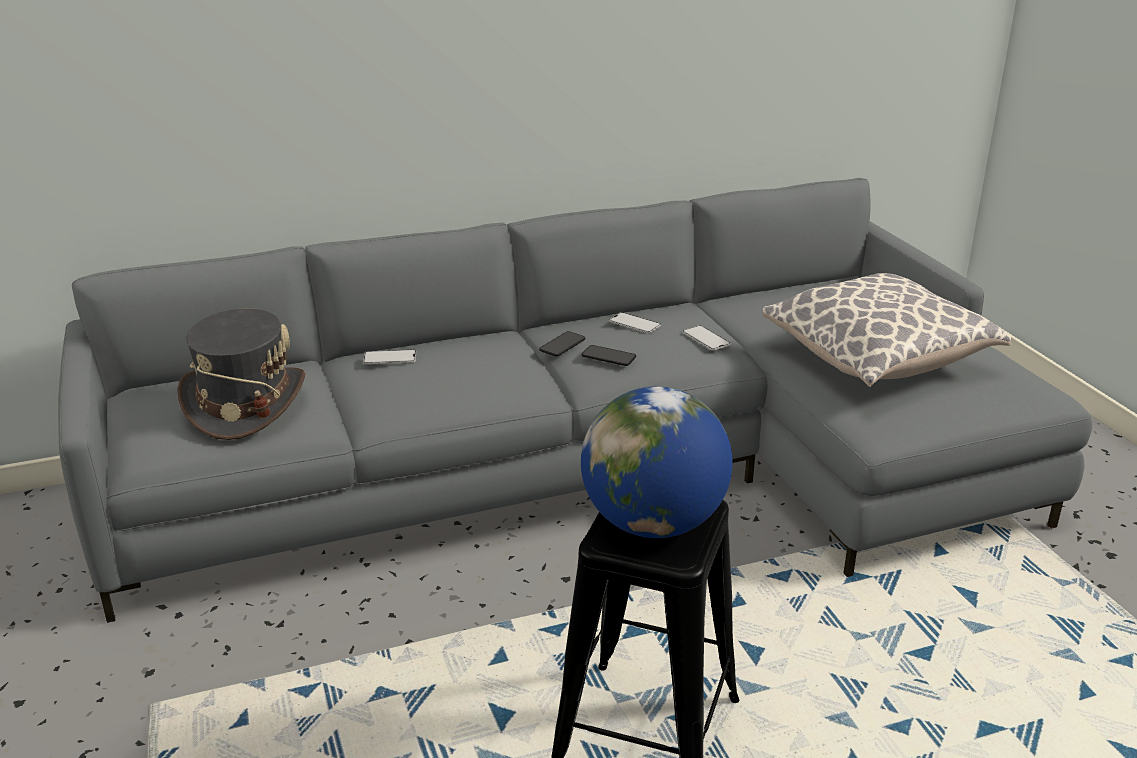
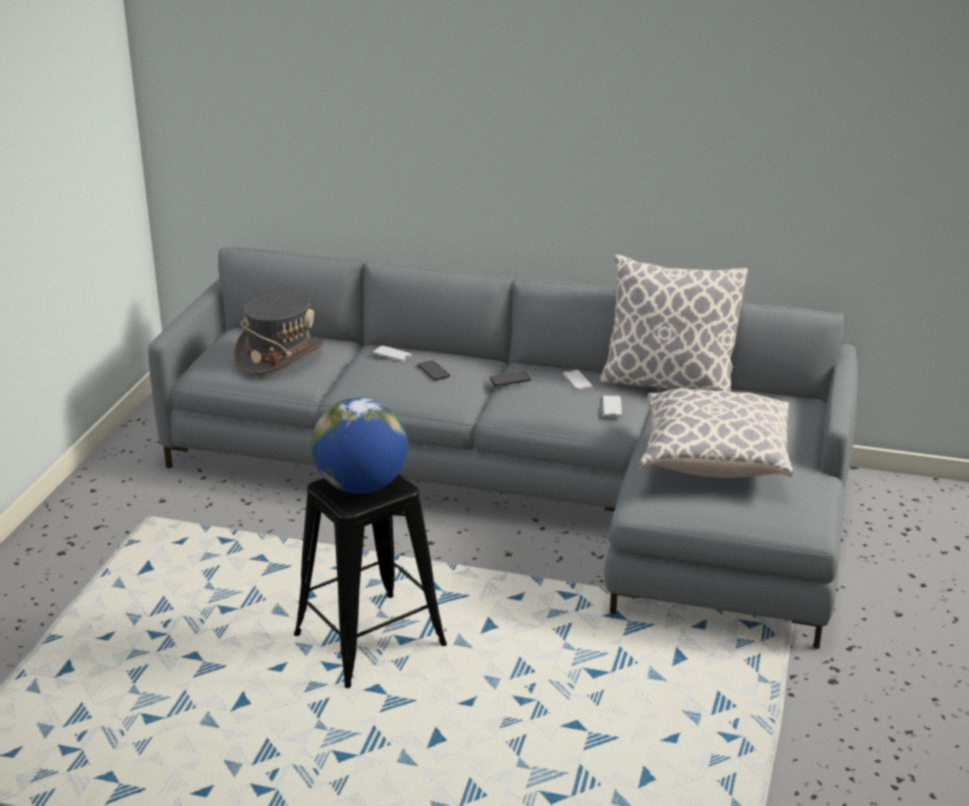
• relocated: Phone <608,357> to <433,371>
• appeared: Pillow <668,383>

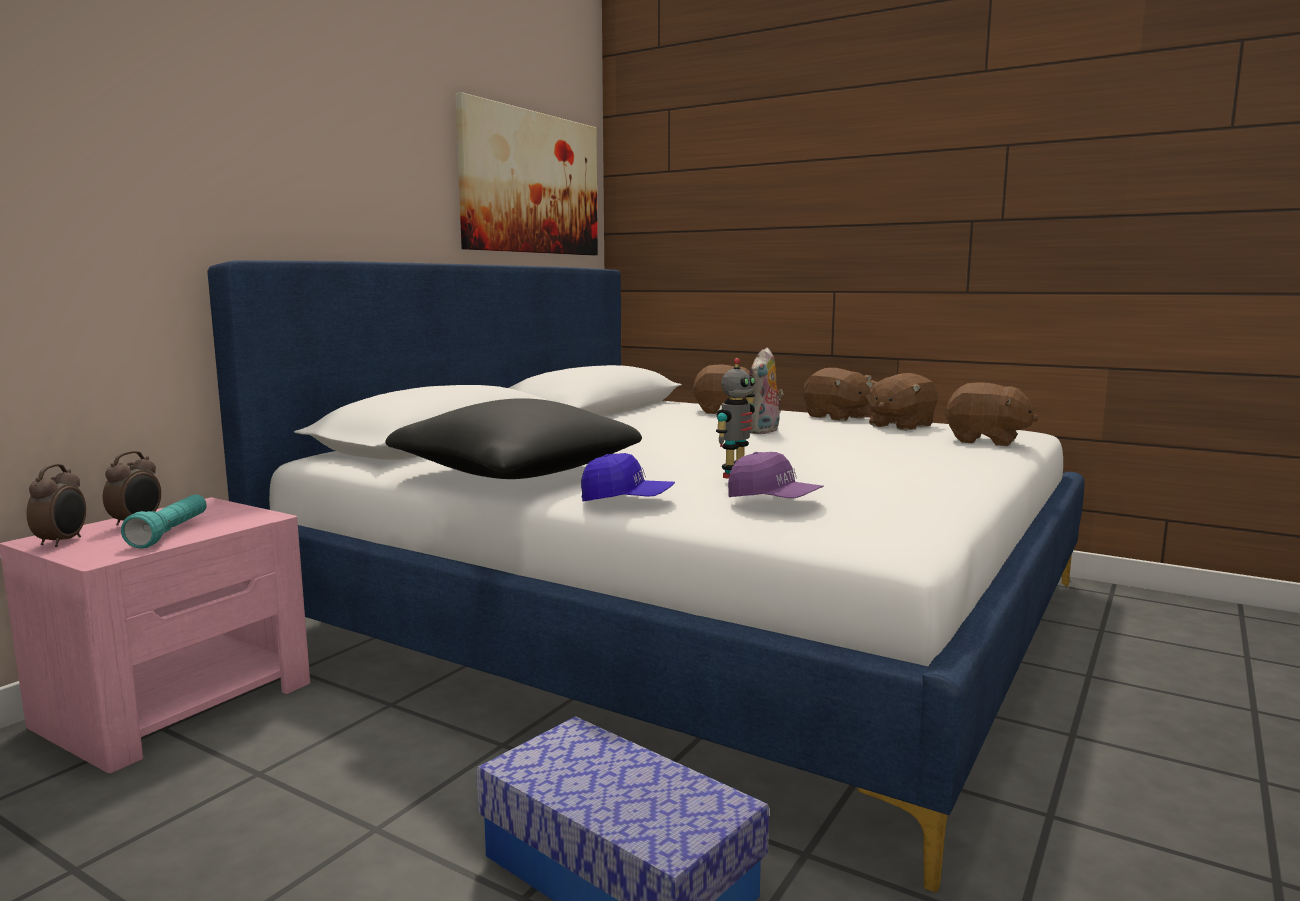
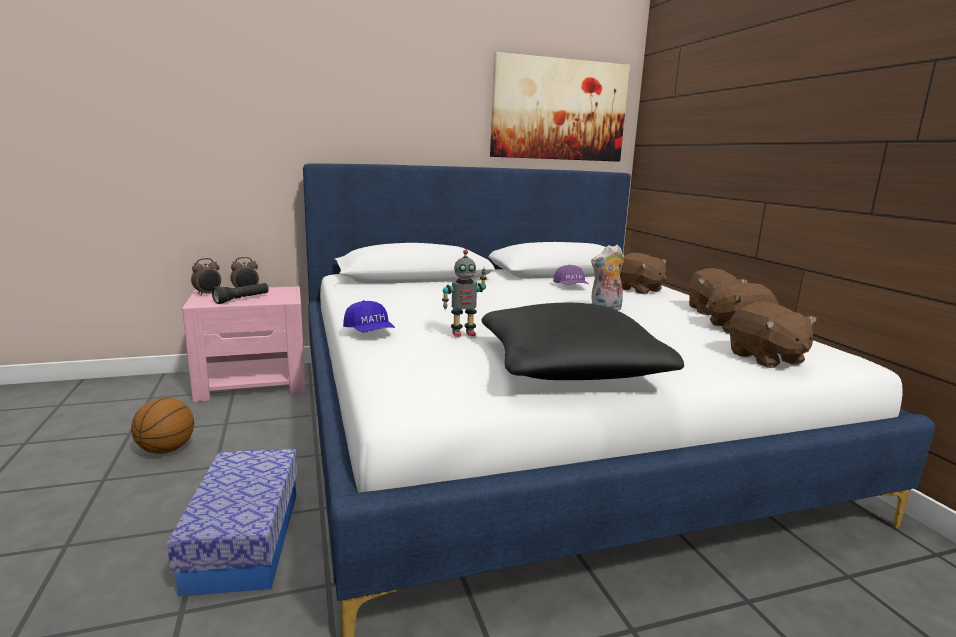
• appeared: Basketball <166,450>
• colour: TurquoiseFlashlight <170,533> to BlackFlashlight <242,299>
• relocated: BlackPillow <516,473> to <569,368>
• relocated: PurpleCap <773,501> to <571,287>

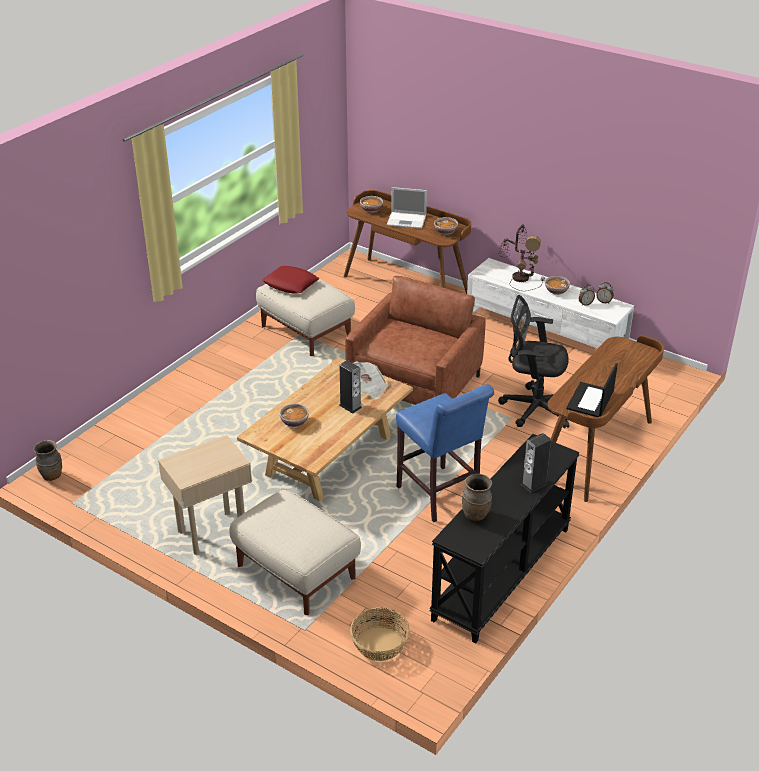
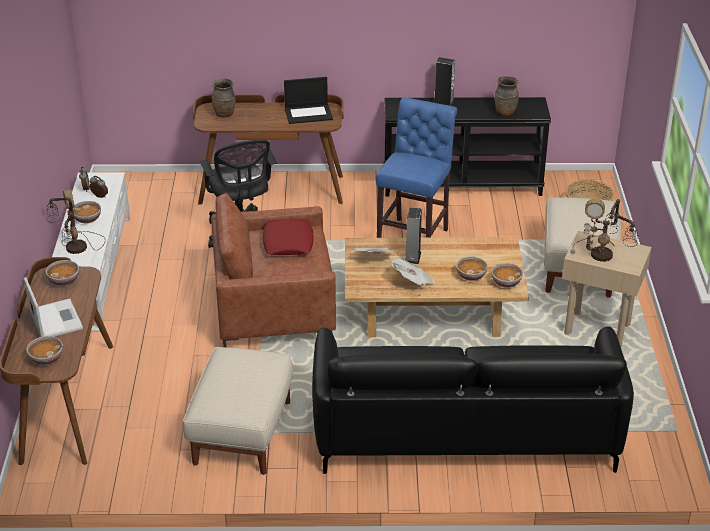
• relocated: BrownVase <51,476> to <224,114>
• relocated: RedPillow <290,284> to <288,242>
• appeared: BlackSofa <465,431>
• appeared: Newspaper <413,282>
• appeared: Bowl <505,282>
• appeared: TableLamp <602,256>

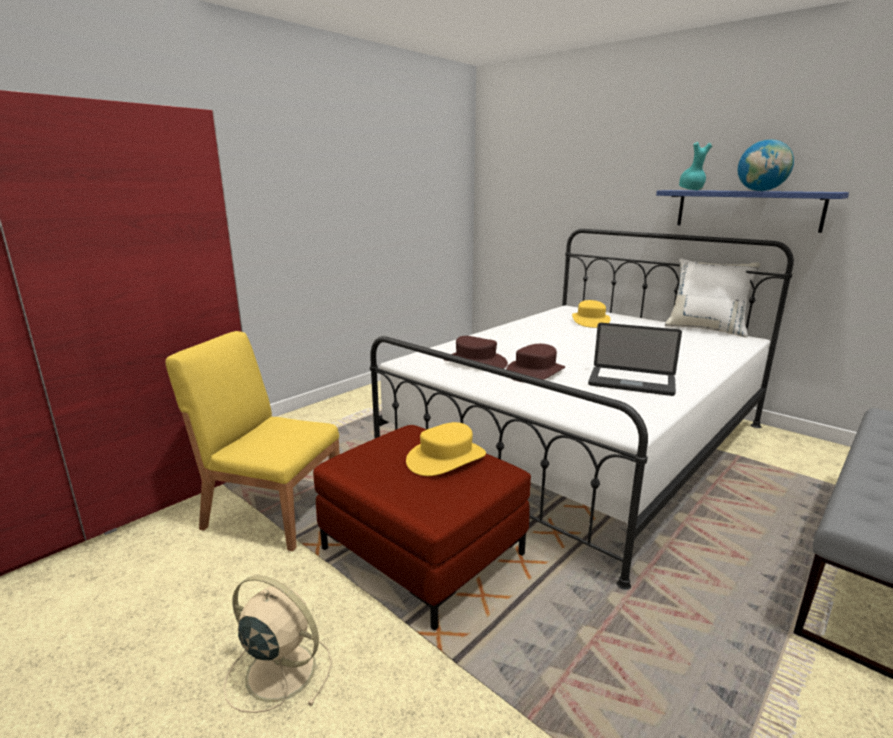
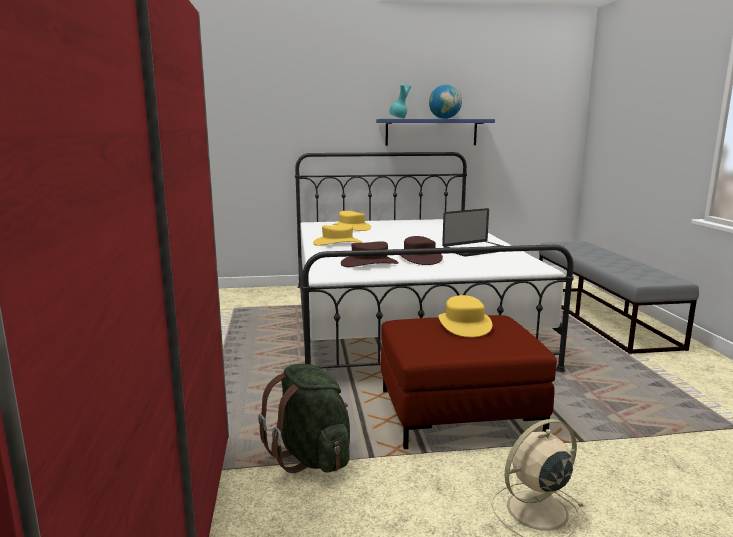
• exchanged: YellowChair <272,512> to GreenBackpack <311,456>
• appeared: YellowHat <337,243>
• missing: WhitePillow <706,329>

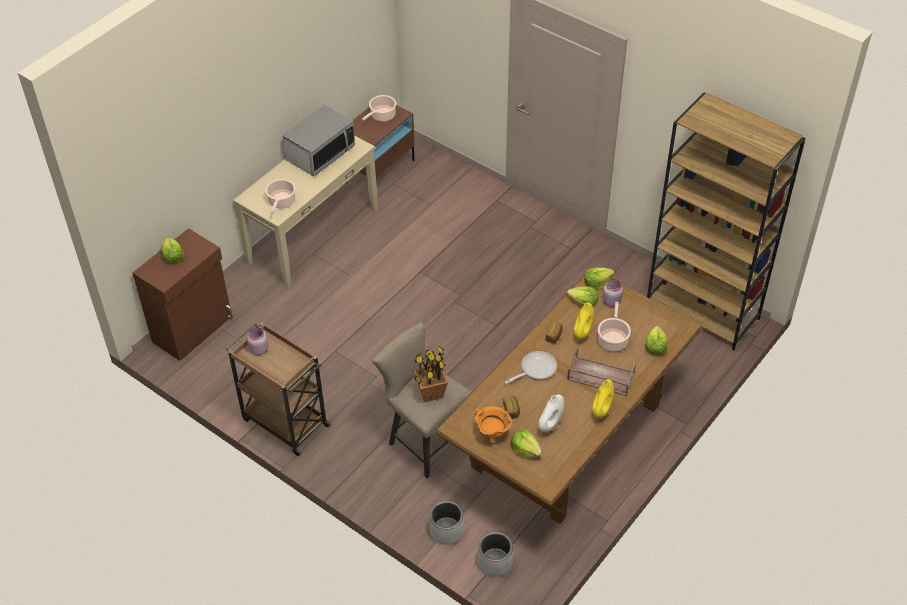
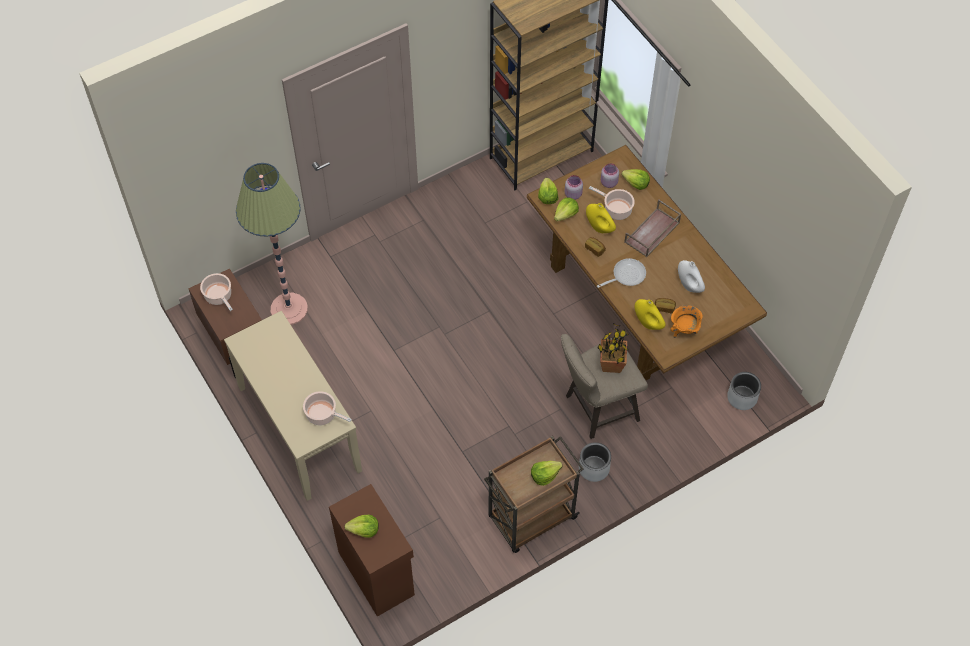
• appeared: FloorLamp <289,309>
• relocated: Lettuce <525,449> to <544,475>
• relocated: GreyPlanter <446,531> to <594,468>
• spun: FryingPan <535,369> = <626,275> 75 degrees clockwise
• relocated: PinkJar <259,349> to <608,182>
• relocated: YellowVase <602,410> to <648,323>
• missing: Microwave <320,153>

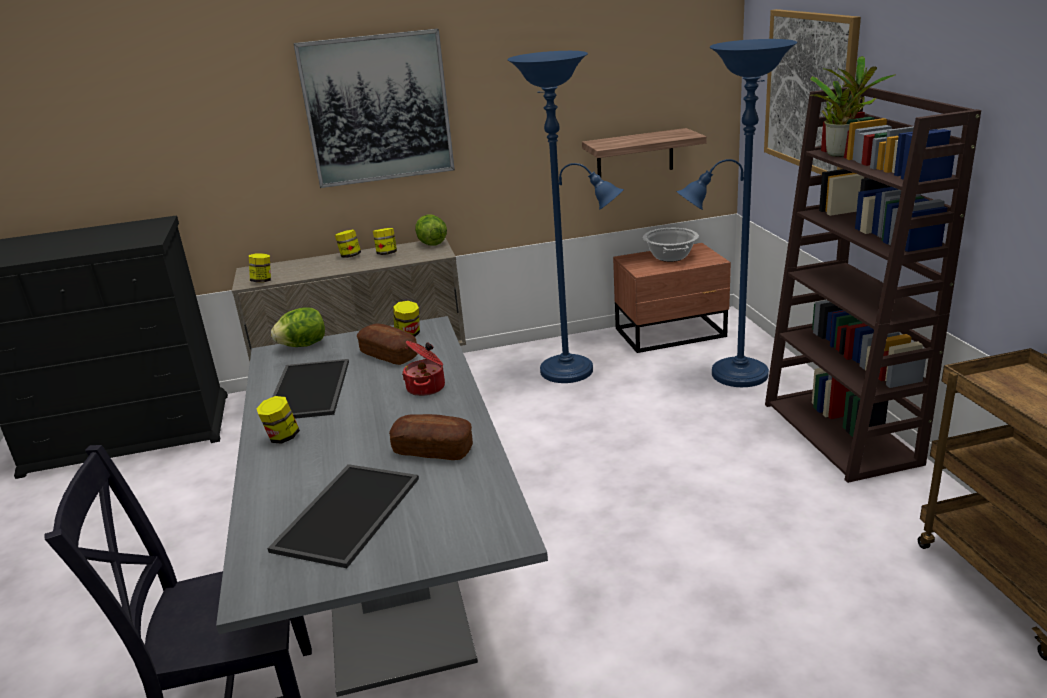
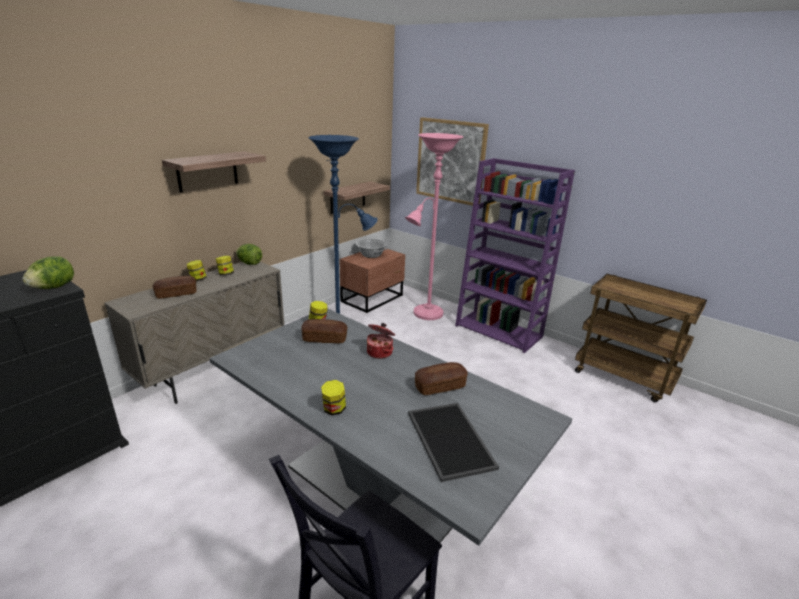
• relocated: Lettuce <303,345> to <53,287>
• appeared: Bread <176,294>
• exchanged: Picture <377,109> to Shelf <207,171>
• colour: BlueFloorLamp <732,375> to PinkFloorLamp <425,314>
• colour: BrownBookcase <842,433> to PurpleBookcase <499,331>
• missing: Jar <262,281>
• missing: Tray <310,390>
• missing: PottedPlant <841,153>

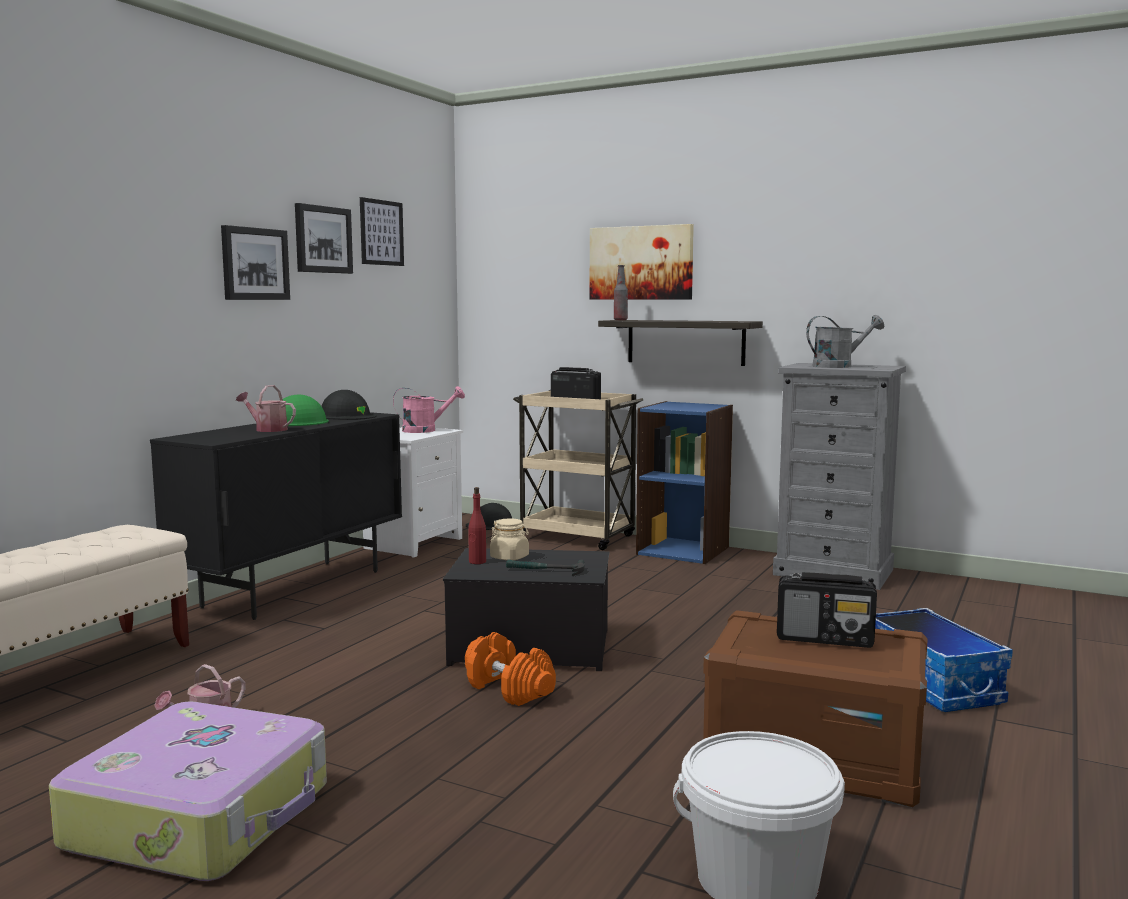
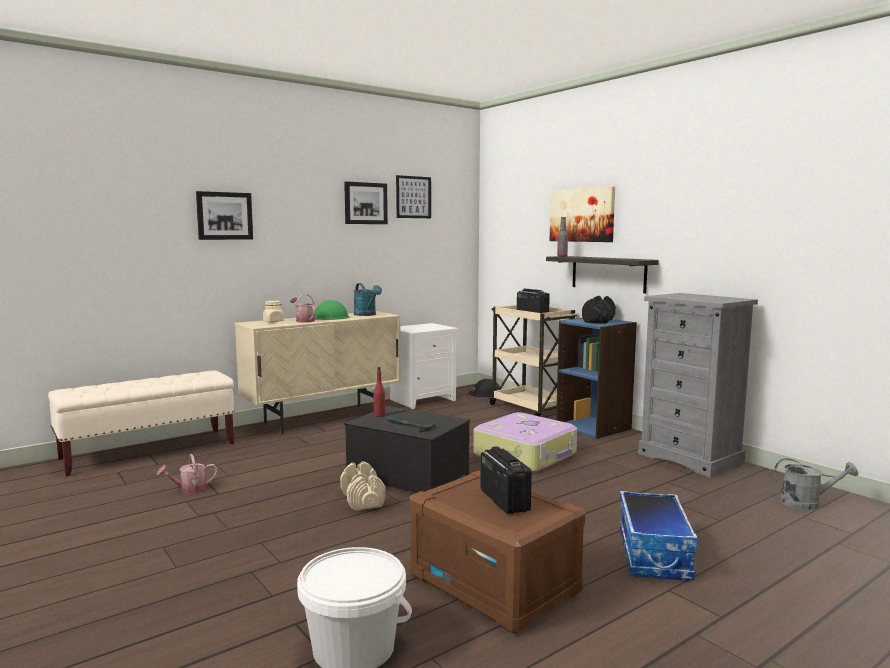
• relocated: Picture <254,264> to <224,216>
• colour: BlackCabinet <294,588> to BeigeCabinet <324,419>
• relocated: BeigeJar <509,557> to <273,321>
• colour: OrangeDumbbell <508,689> to BeigeDumbbell <362,499>
• exchanged: BlackHardHat <346,416> to TurquoiseWateringCan <367,315>
• relocated: Suitcase <203,816> to <526,454>
• spun: Radio <825,639> = <504,500> 150 degrees counterclockwise
• appeared: BlackDumbbell <598,320>
• relocated: GreyWateringCan <839,366> to <807,503>
• missing: PinkWateringCan <425,430>

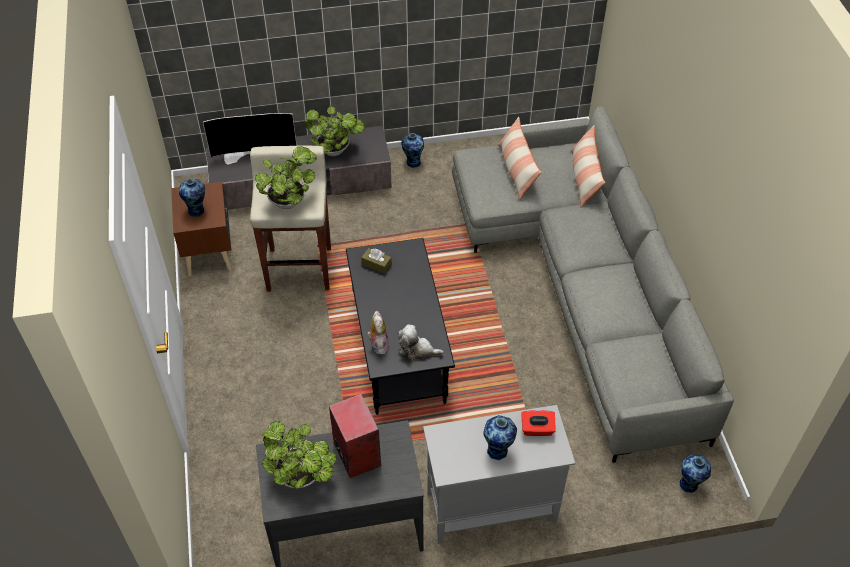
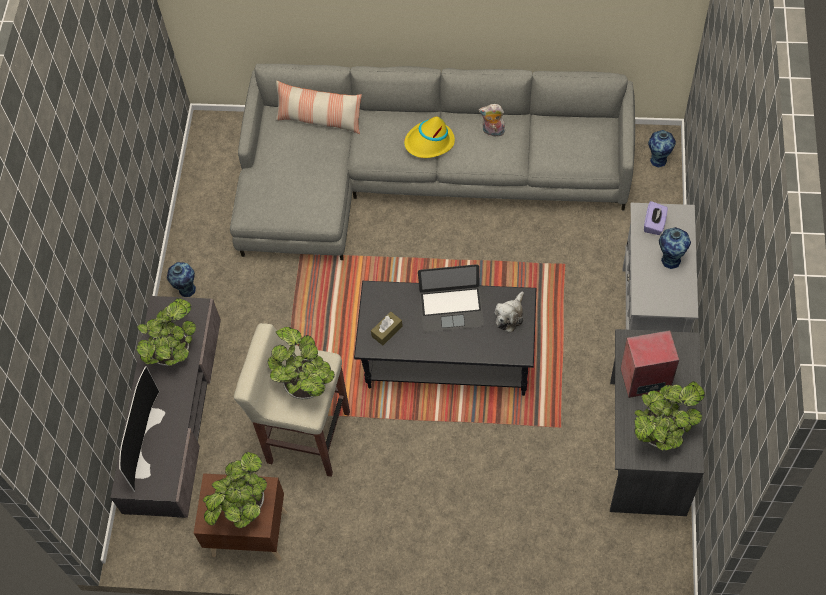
• exchanged: Vase <197,210> to PottedPlant <242,506>
• appeared: YellowHat <429,142>
• appeared: Laptop <451,309>
• relocated: PlushToy <378,344> to <492,132>
• colour: RedTissueBox <537,429> to PurpleTissueBox <654,224>
• missing: Pillow <516,170>

